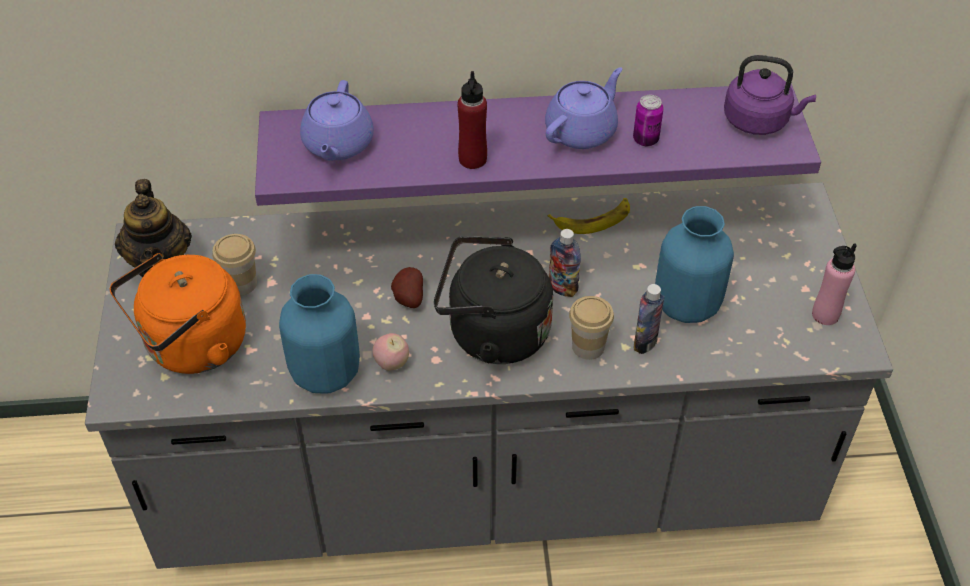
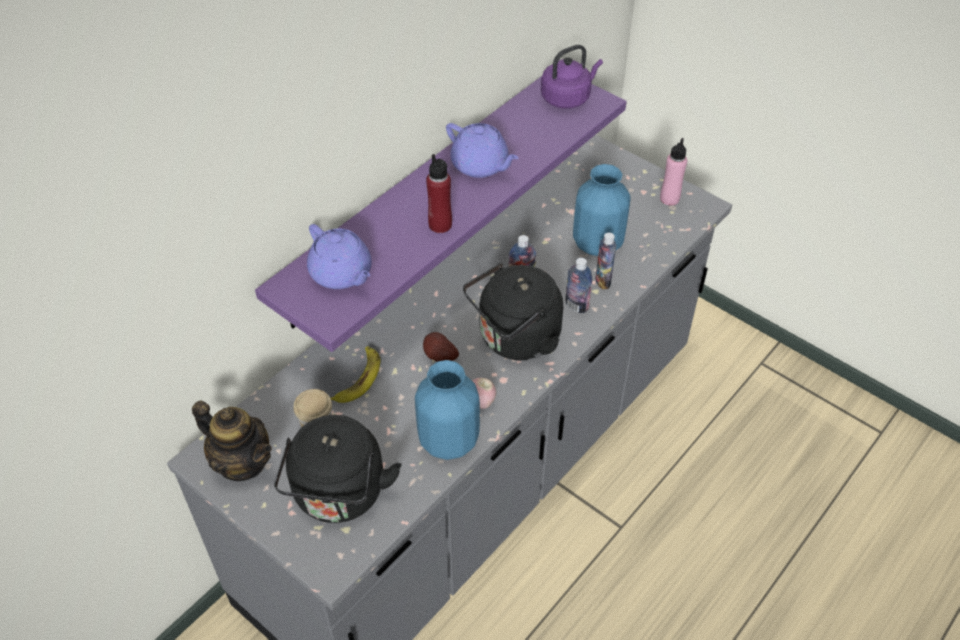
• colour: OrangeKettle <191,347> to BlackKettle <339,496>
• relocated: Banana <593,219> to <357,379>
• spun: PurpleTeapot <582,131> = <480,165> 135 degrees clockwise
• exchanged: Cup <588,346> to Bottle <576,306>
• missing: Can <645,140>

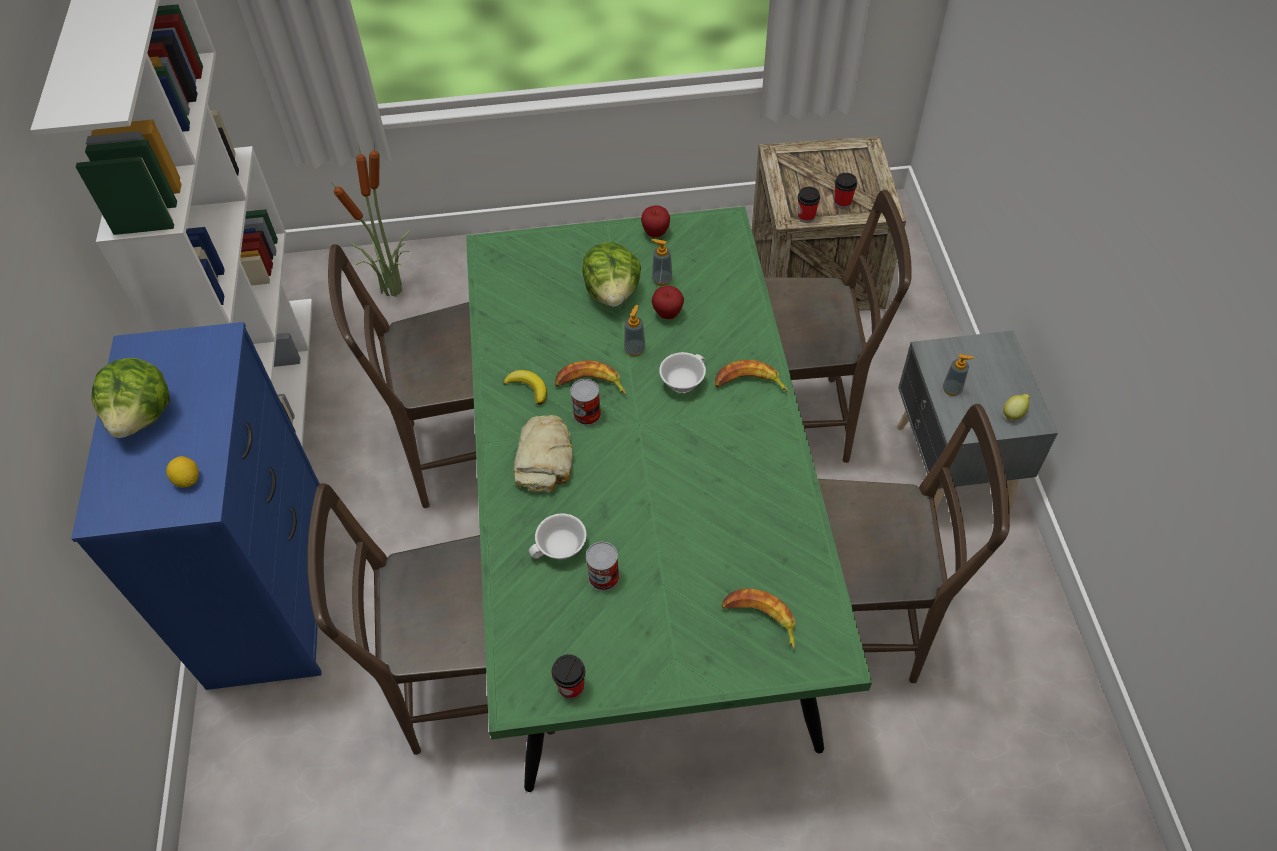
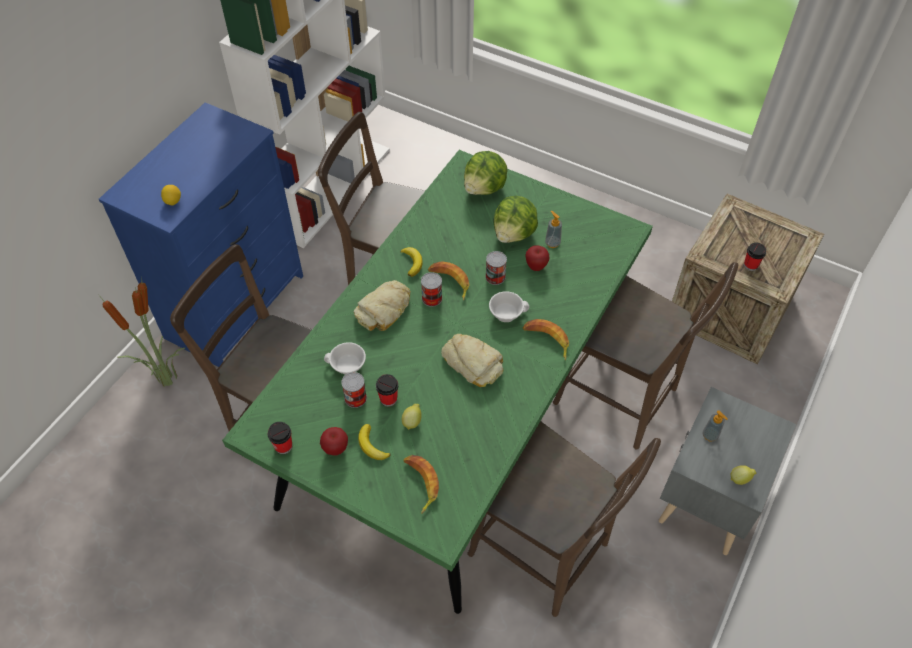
• relocated: PottedPlant <395,291> to <167,381>
• relocated: Apple <655,233> to <335,449>
• appeared: Banana <372,445>
• relocated: Cup <806,216> to <388,399>
• appeared: Lemon <412,421>
• appeared: Bread <473,363>
• relocated: Lettuce <143,416> to <485,188>
• exchanged: SoapDispenser <634,350> to Can <495,277>

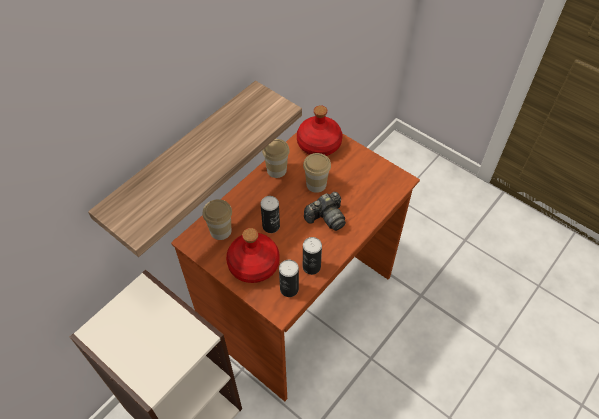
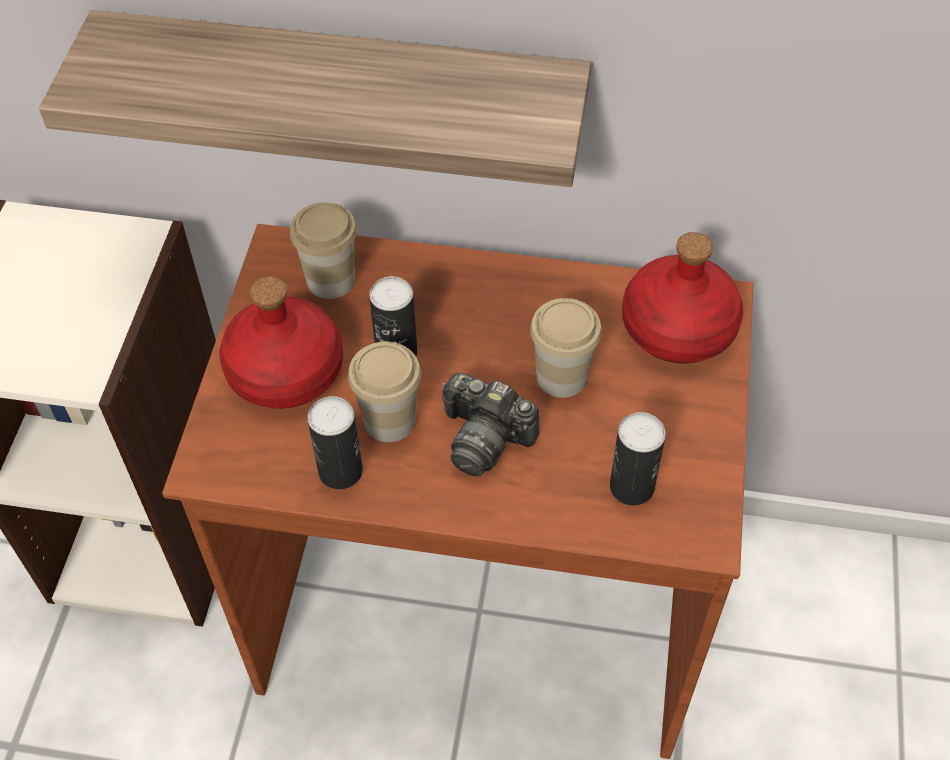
• relocated: Cup <276,170> to <389,420>
• relocated: Can <289,289> to <631,487>

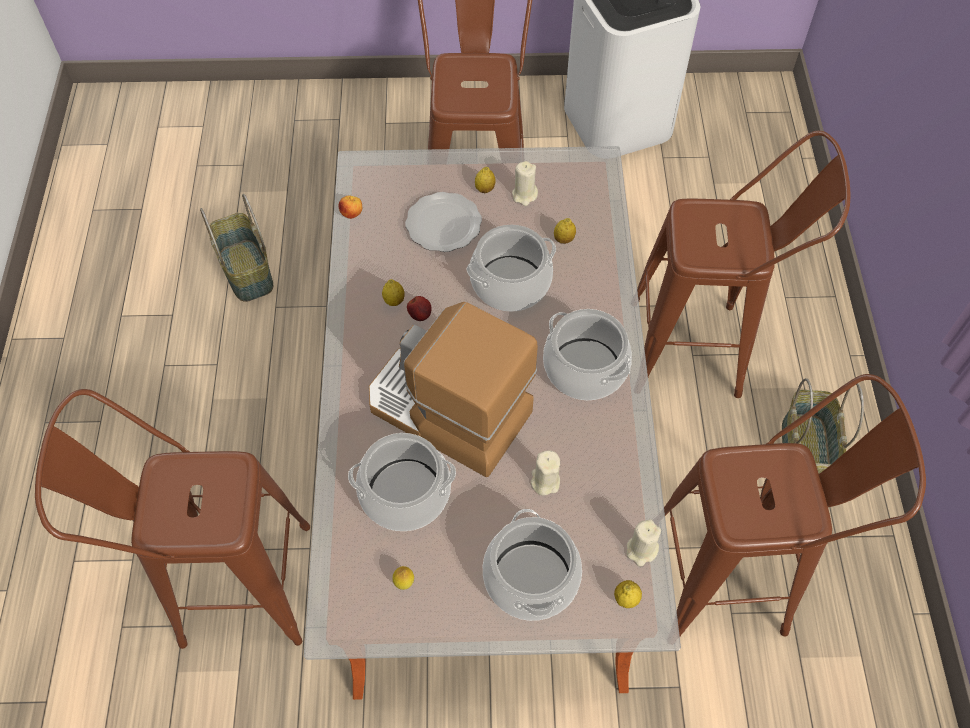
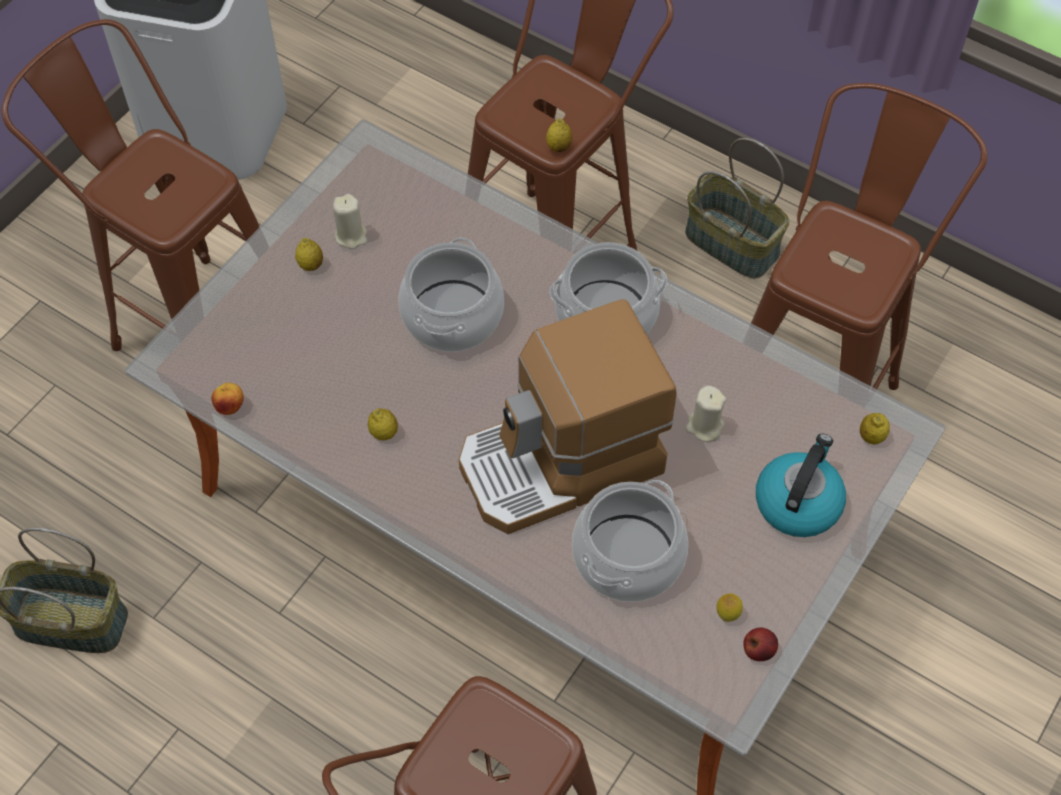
• relocated: Lemon <564,239> to <559,147>
• relocated: Apple <420,315> to <758,650>
• exchanged: CookingPot <530,578> to Kettle <797,502>
• missing: Plate <445,224>
• missing: BeigeCandle <641,550>

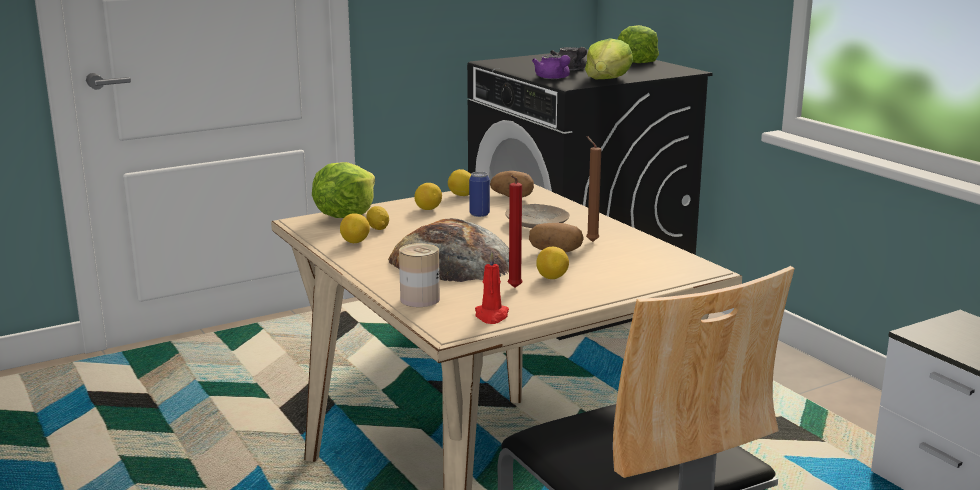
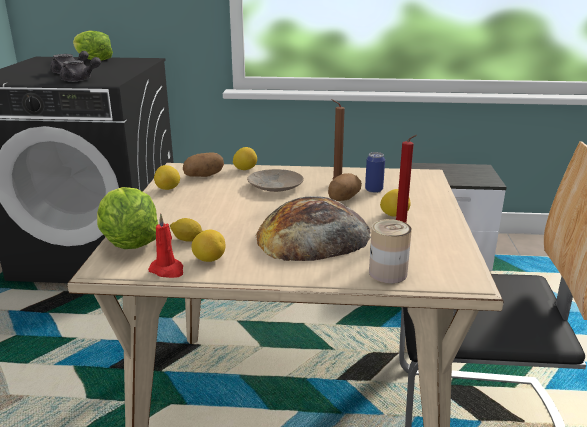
• colour: PurpleTeapot <553,78> to GreyTeapot <80,80>
• relocated: RedCandle <491,316> to <167,270>
• relocated: Lemon <428,209> to <245,169>
• relocated: Can <479,214> to <374,190>
• missing: Lettuce <607,80>

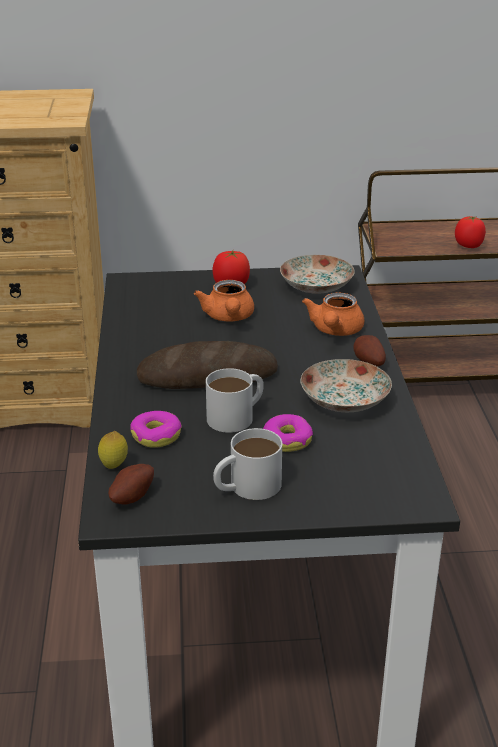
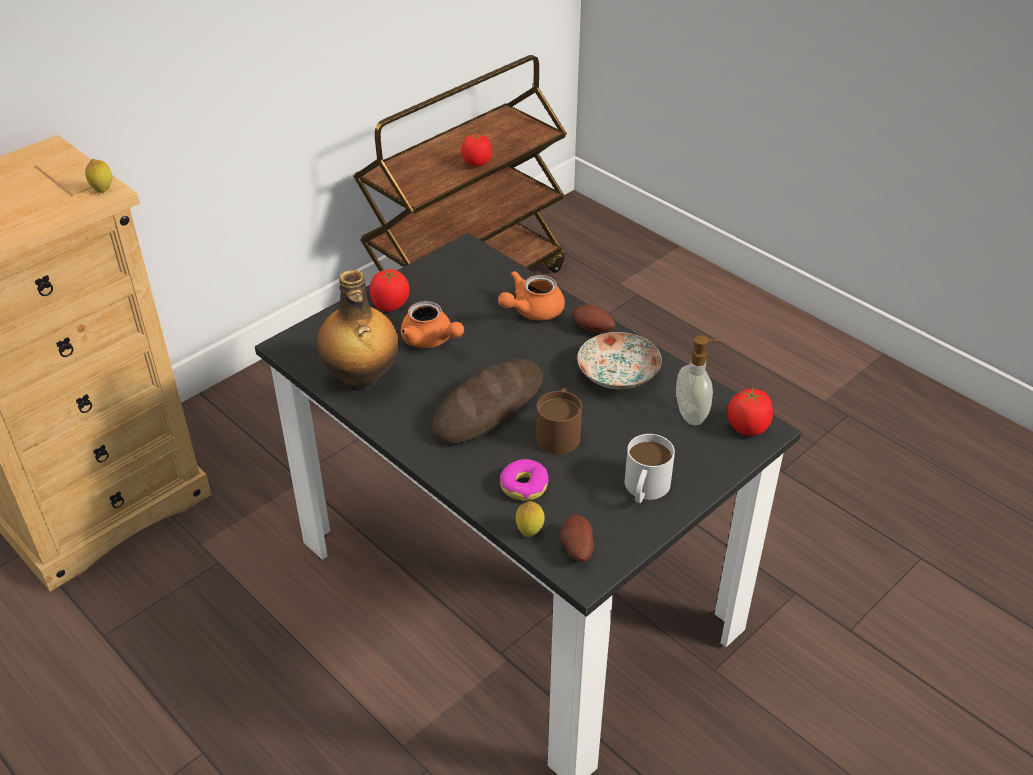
• appeared: Lemon <103,190>
• appeared: Bottle <361,379>
• spun: OrangeTeapot <335,331> = <531,311> 75 degrees clockwise
• colour: WhiteMug <237,415> to BrownMug <559,431>
• appeared: SoapDispenser <692,414>
• appeared: Tomato <748,427>
• missing: Donut <287,440>
• missing: Plate <316,287>

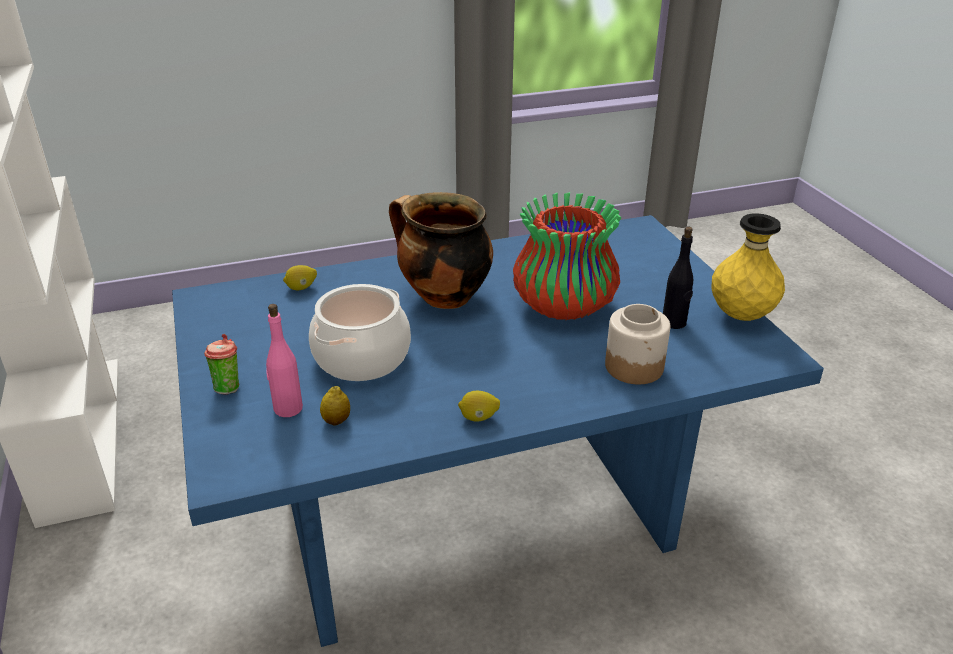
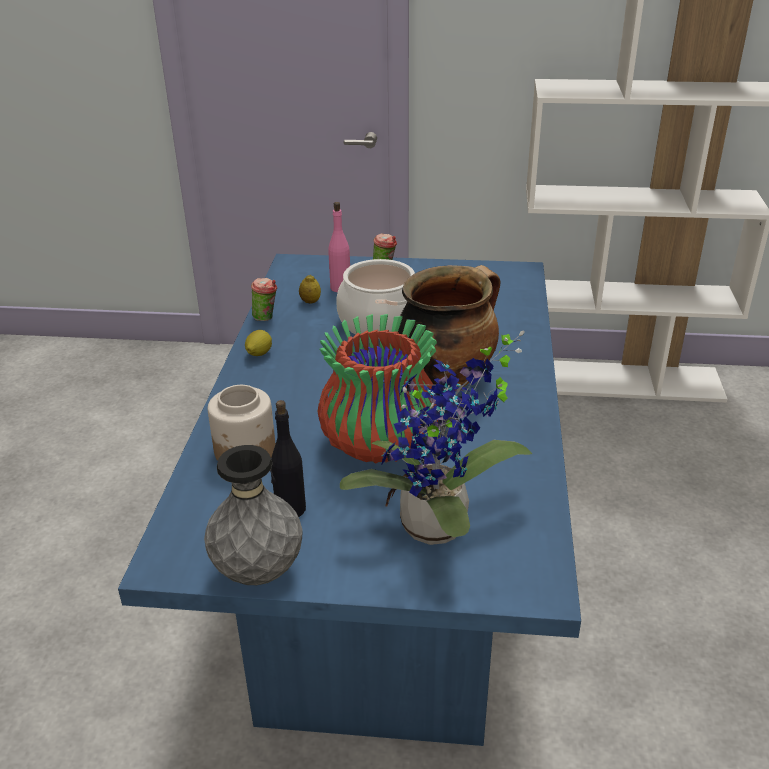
• colour: YellowVase <741,316> to GreyVase <259,572>
• appeared: Cup <266,318>
• appeared: PottedPlant <439,531>
• missing: Lemon <301,288>

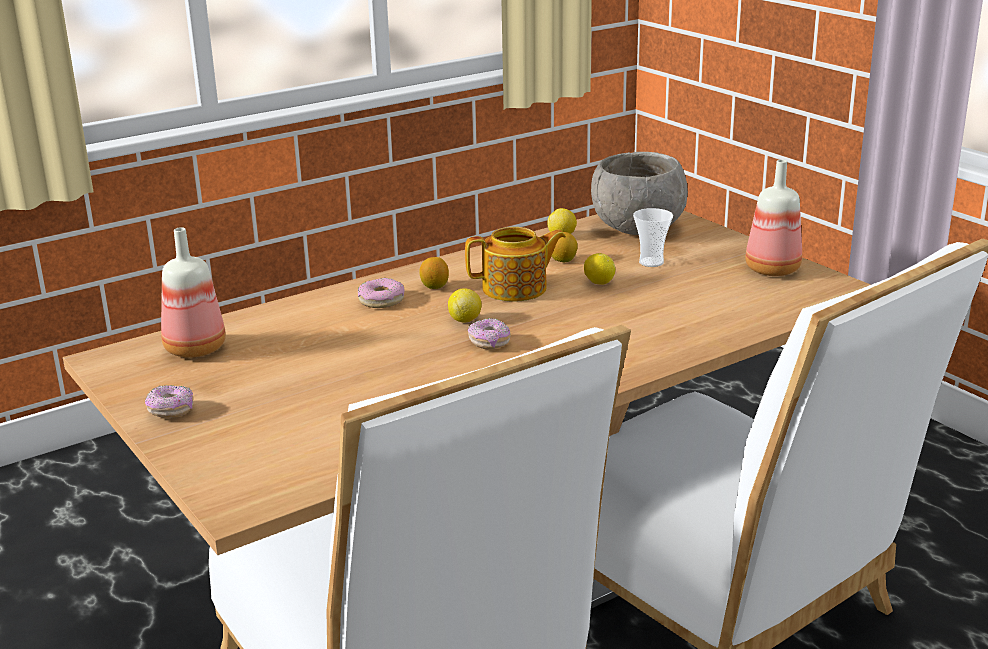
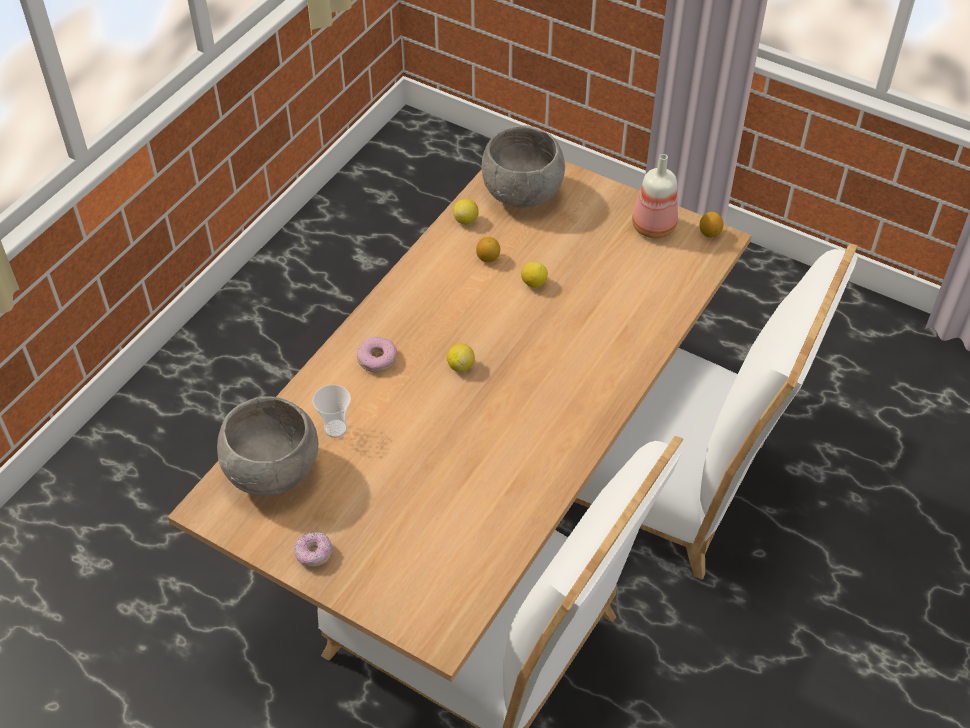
• exchanged: Bottle <195,350> to GreyBowl <273,473>
• relocated: Cup <651,262> to <335,428>
• relocated: Lemon <434,286> to <709,233>
• missing: Teapot <516,289>
• missing: Donut <489,343>

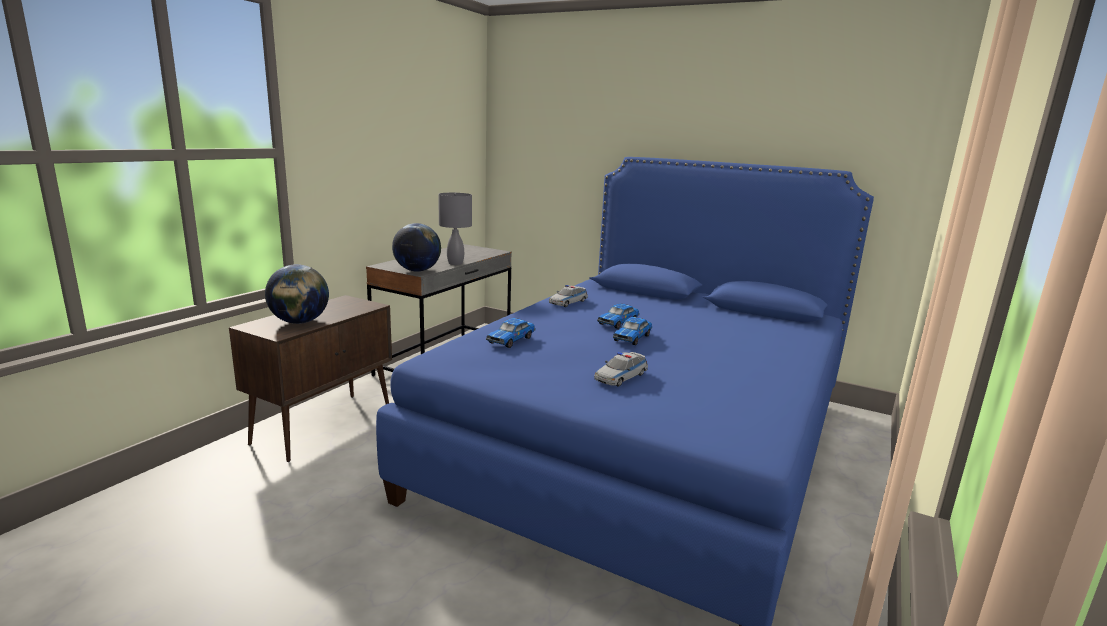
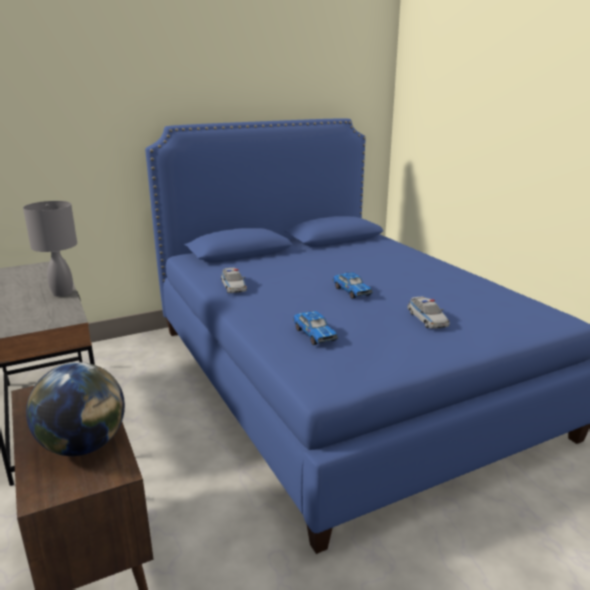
• missing: Globe <417,270>
• missing: ToyCar <618,322>

